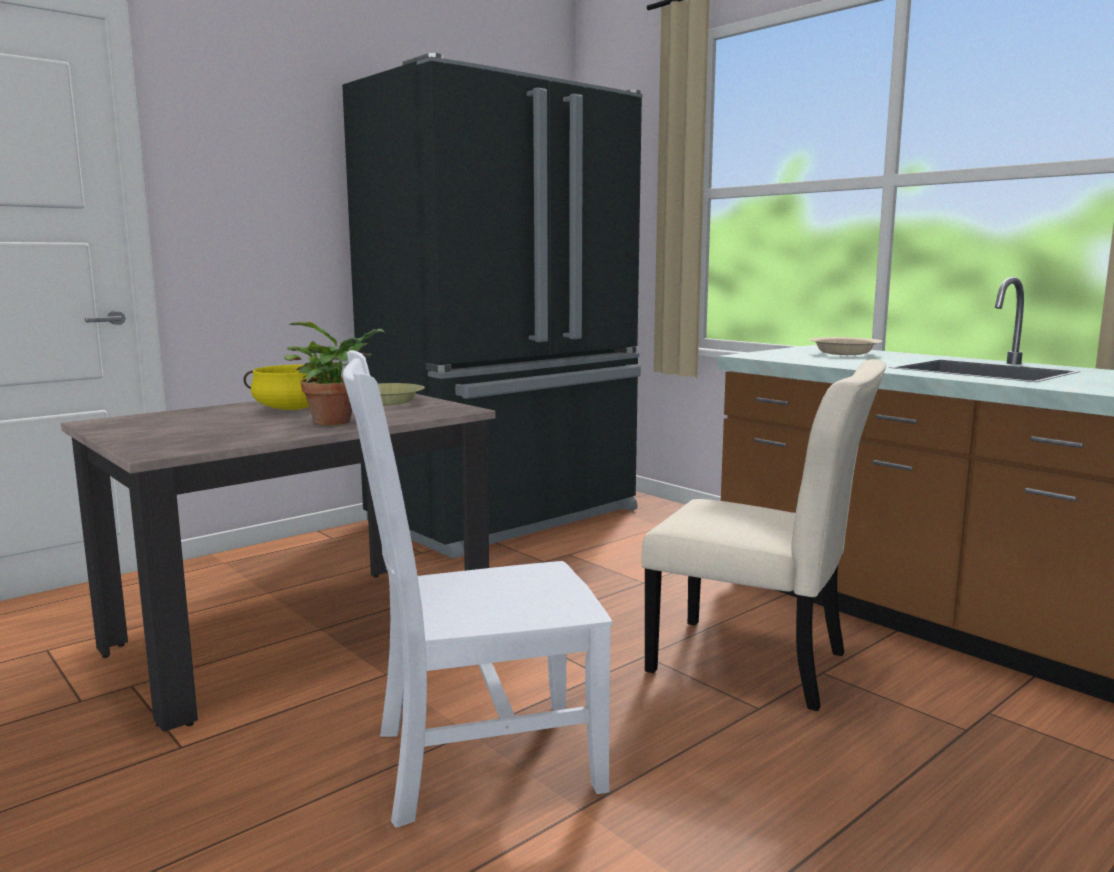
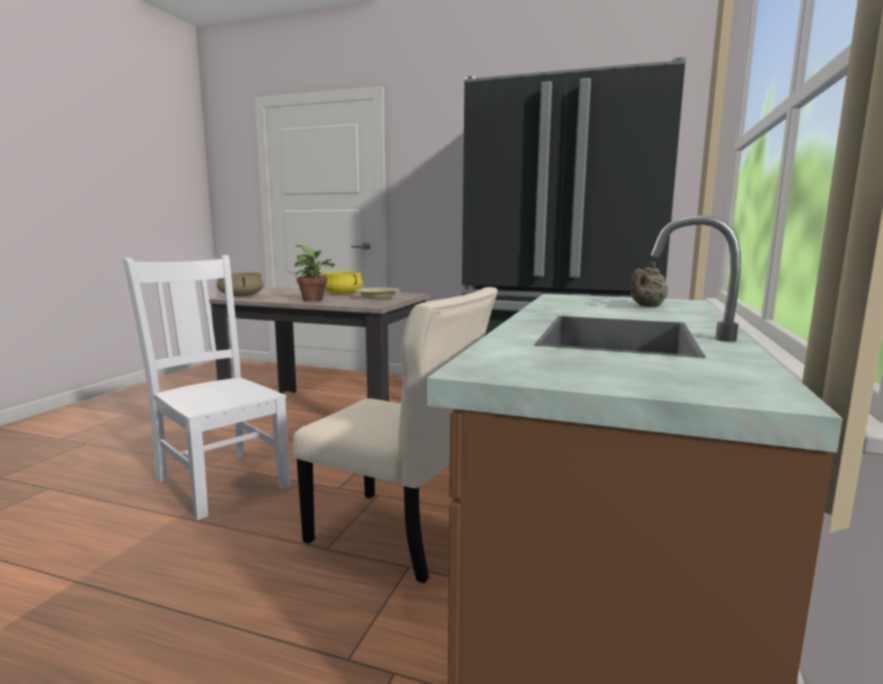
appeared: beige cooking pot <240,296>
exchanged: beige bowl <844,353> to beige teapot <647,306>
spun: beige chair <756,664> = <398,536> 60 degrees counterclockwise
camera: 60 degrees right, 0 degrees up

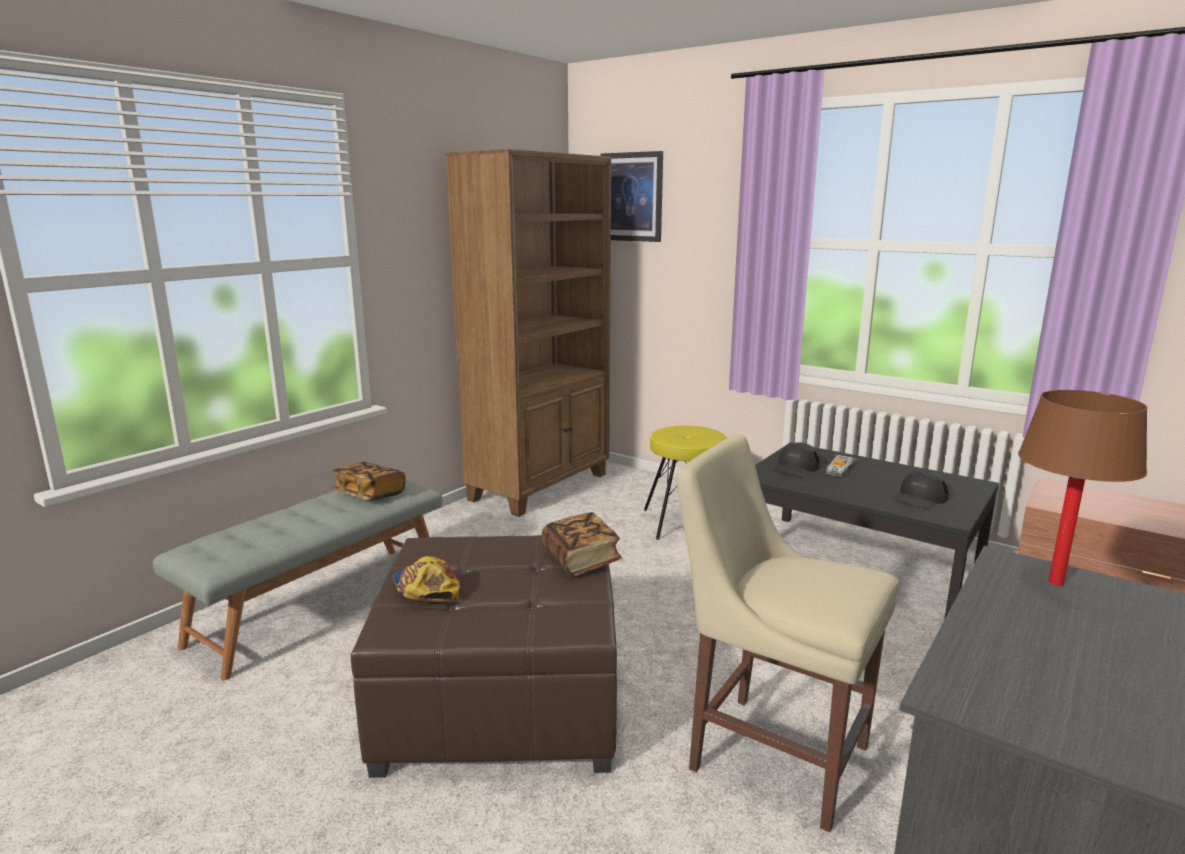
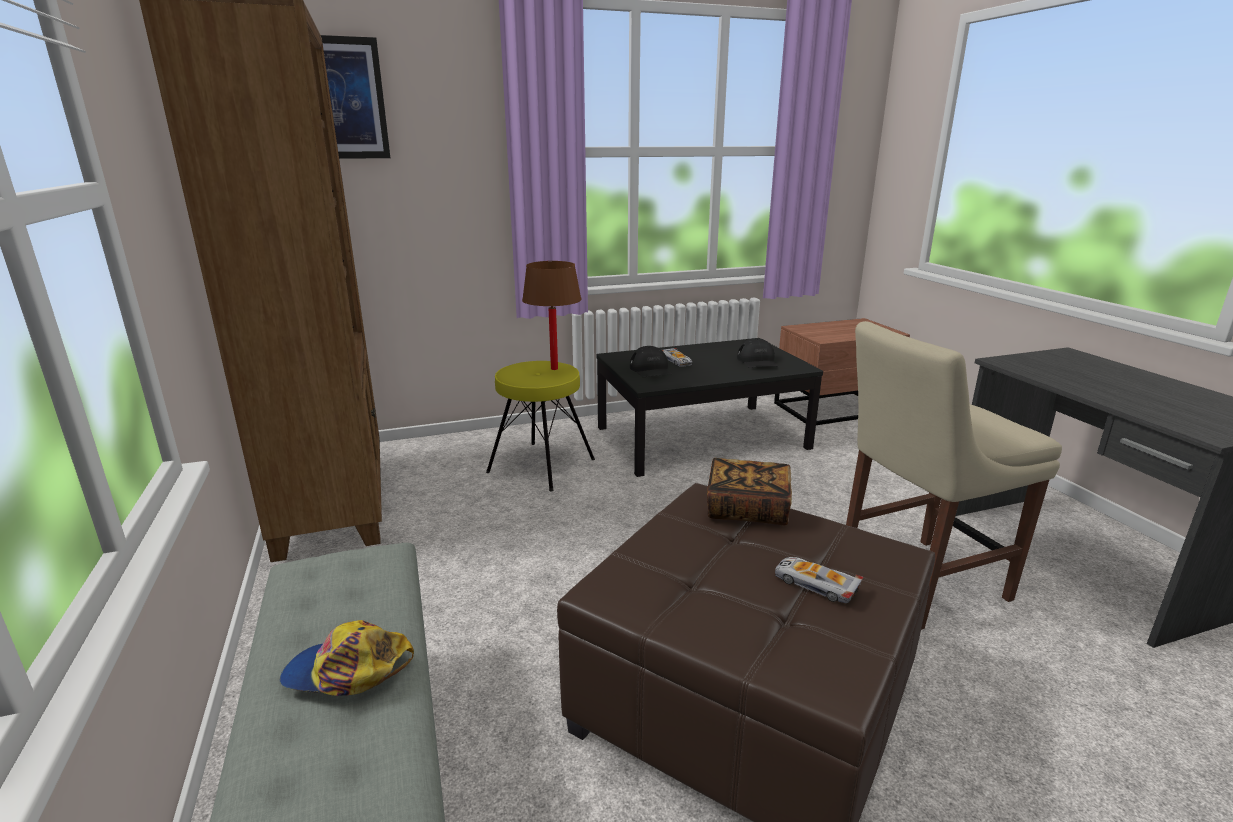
missing: book <370,494>
appeared: toy car <815,584>
relocated: cap <426,589> to <347,672>; brown table lamp <1056,582> to <554,369>
camera: 55 degrees left, 5 degrees up

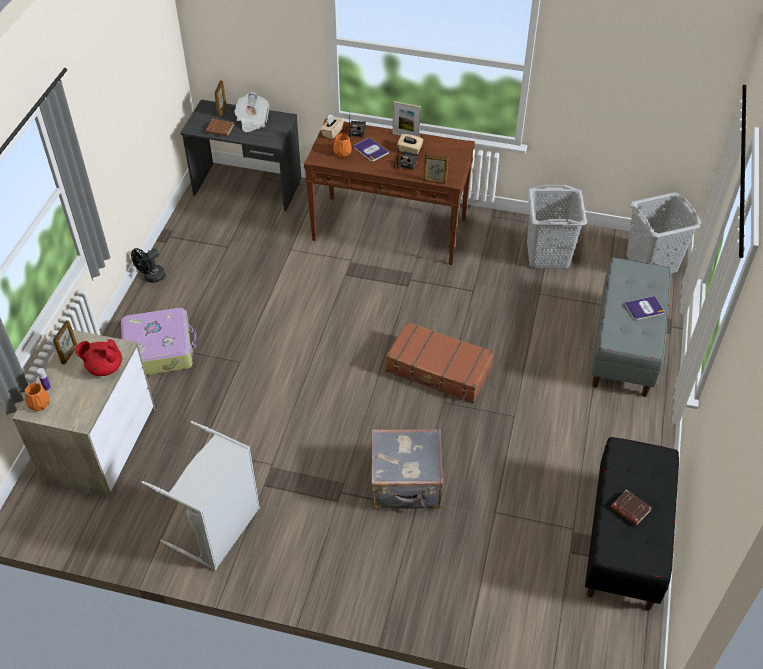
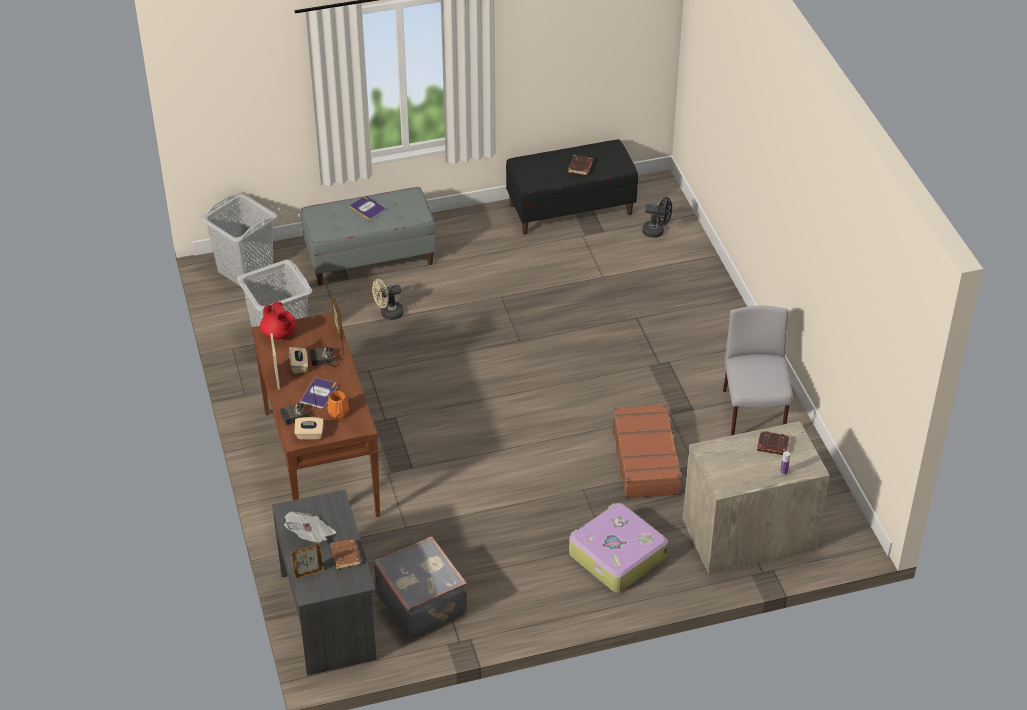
missing: orange vase <39,403>; picture frame <70,354>
appeared: beige fan <388,314>; brown book <772,446>
relocated: red teapot <104,367> to <279,334>; black fan <151,277> to <657,231>; grey suitcase <406,485> to <423,604>; brown suitcase <438,370> to <646,459>
exchanged: grey laundry basket <219,530> to grey chair <753,415>
camera: 120 degrees left, 5 degrees down

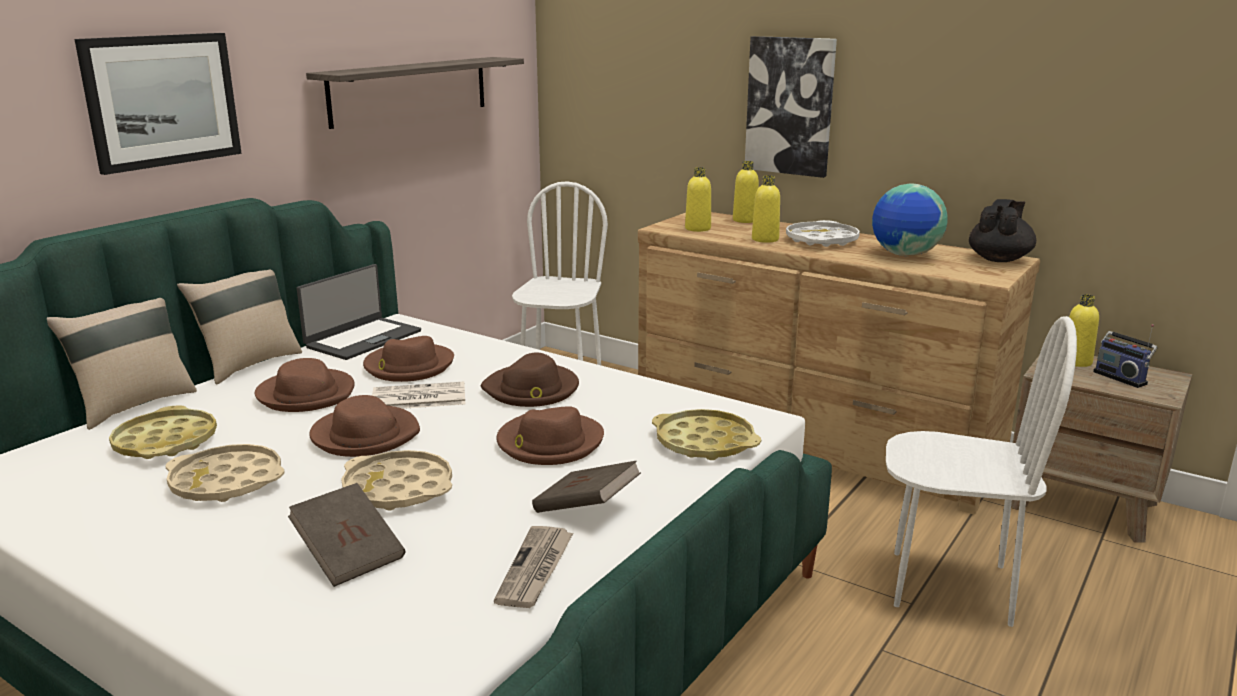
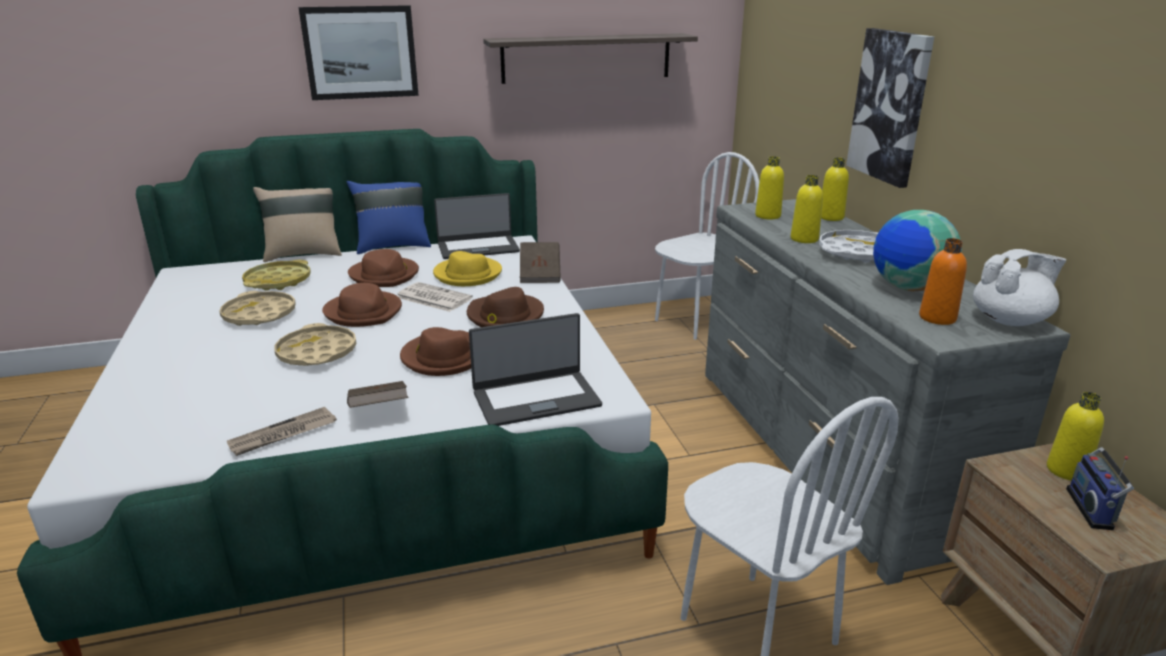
appeared: orange bottle <937,318>
relocated: brown book <349,555> to <540,274>
exchanged: yellow tray <704,443> to laptop <536,398>
colour: beige pillow <249,364> to blue pillow <393,246>; brown hat <408,366> to yellow hat <467,274>; brown dresser <812,442> to grey dresser <825,451>; black teapot <999,259> to white teapot <1010,320>
camera: 40 degrees right, 5 degrees up

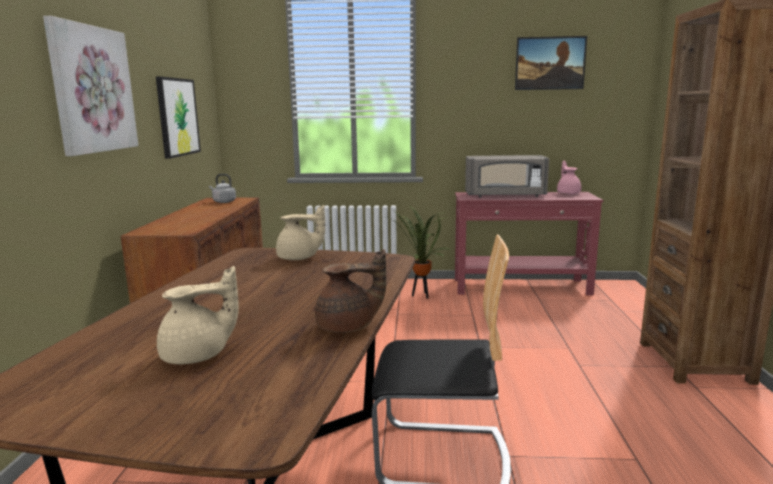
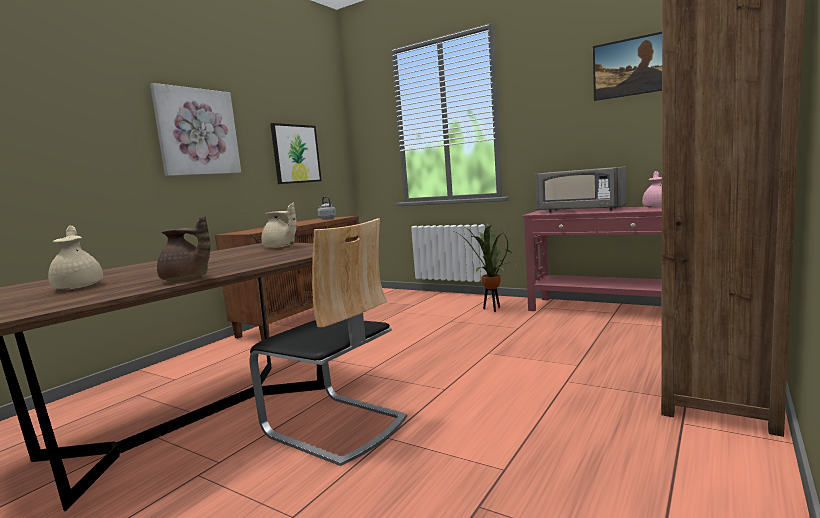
spun: beige teapot <198,356> = <80,286> 120 degrees counterclockwise
camera: 30 degrees right, 5 degrees down

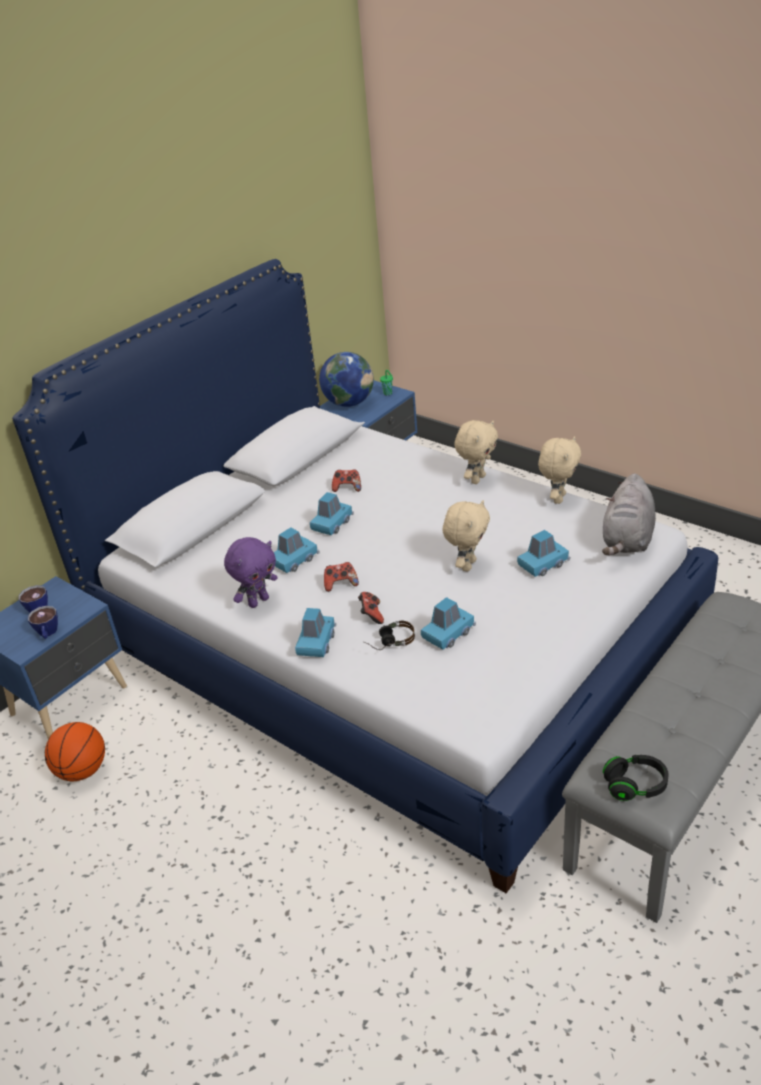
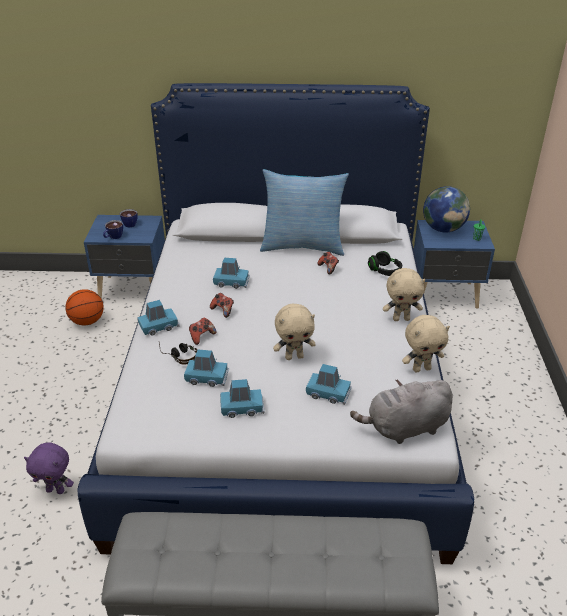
appeared: pillow <302,246>
relocated: purple plush toy <258,601> to <56,490>; blue toy car <332,524> to <242,407>; black headphones <635,786> to <384,271>
camera: 50 degrees right, 0 degrees up

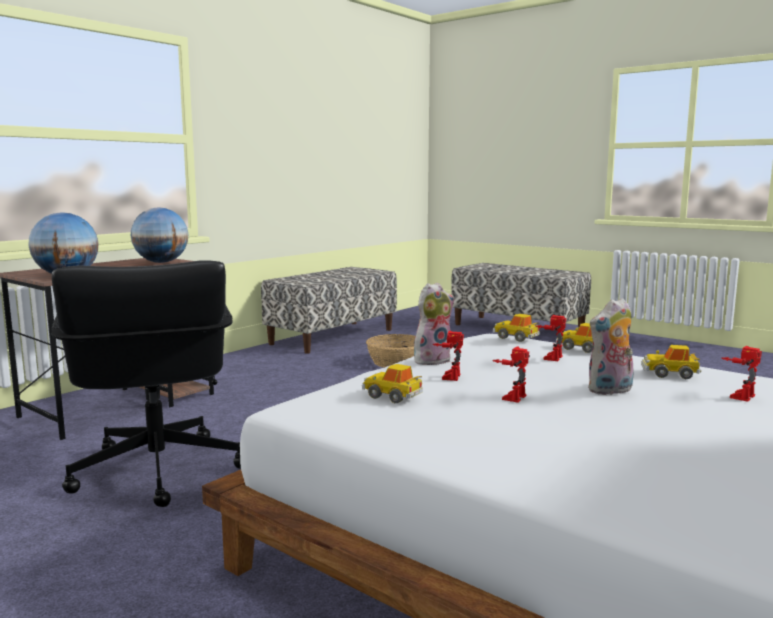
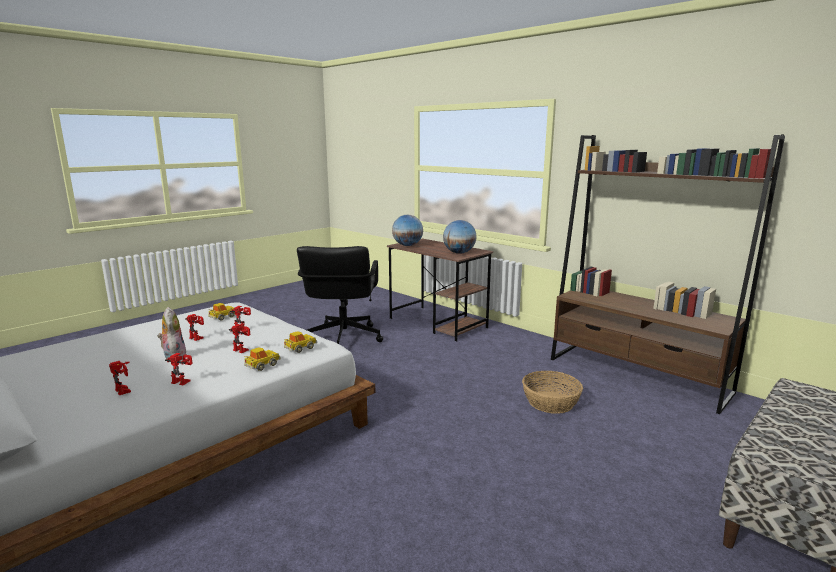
missing: plush toy <432,360>
exchanged: bench <332,336> to brown bookcase <637,375>; toy car <670,374> to toy robot <183,381>
spun: black office chair <156,471> = <343,338> 75 degrees counterclockwise
camera: 95 degrees right, 5 degrees up

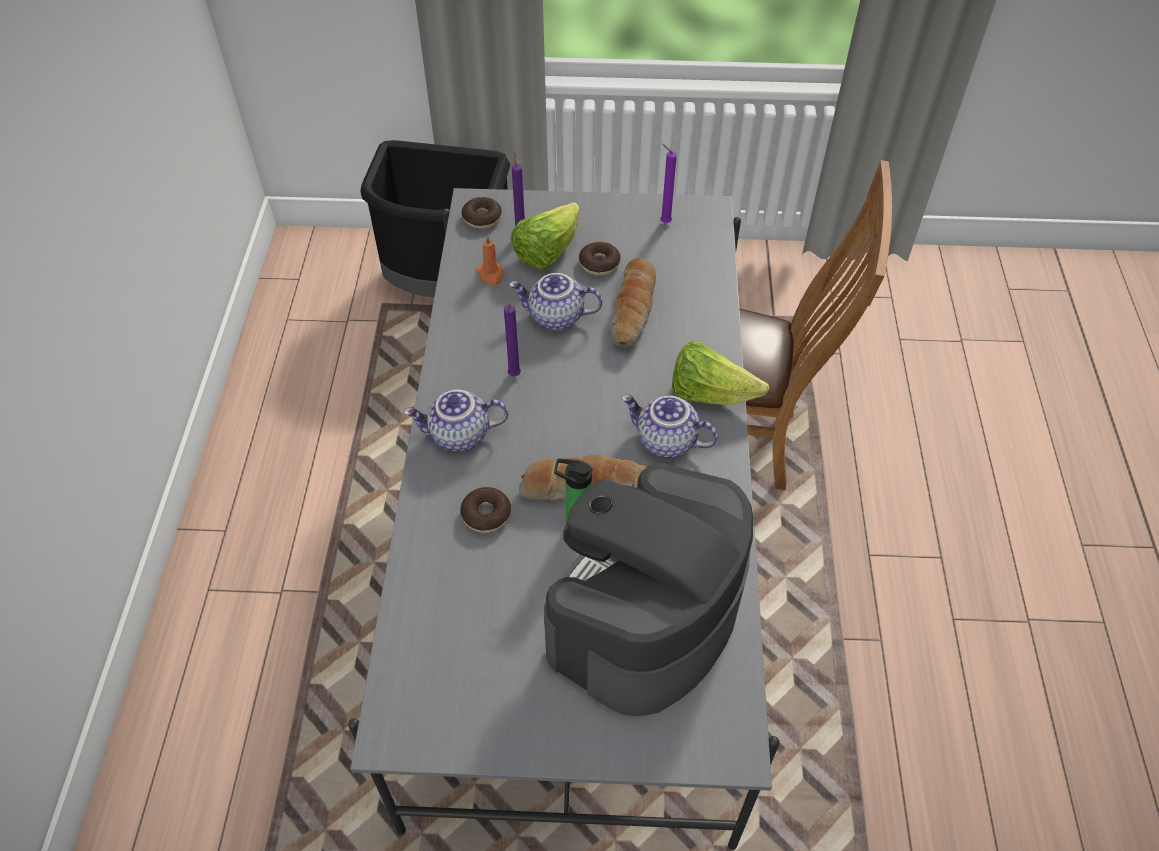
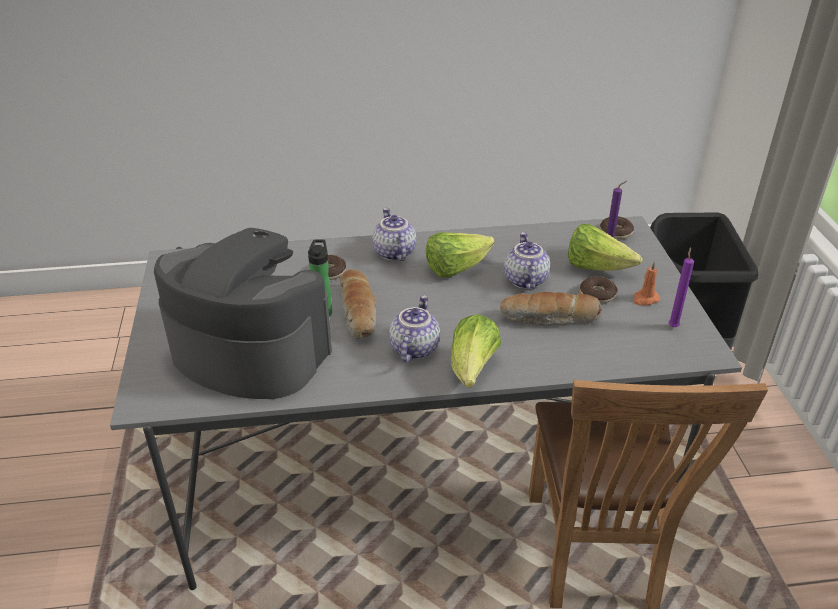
relocated: orange candle <491,274> to <645,299>
exchanged: purple candle <515,376> to lettuce <456,268>
camera: 80 degrees right, 15 degrees down

